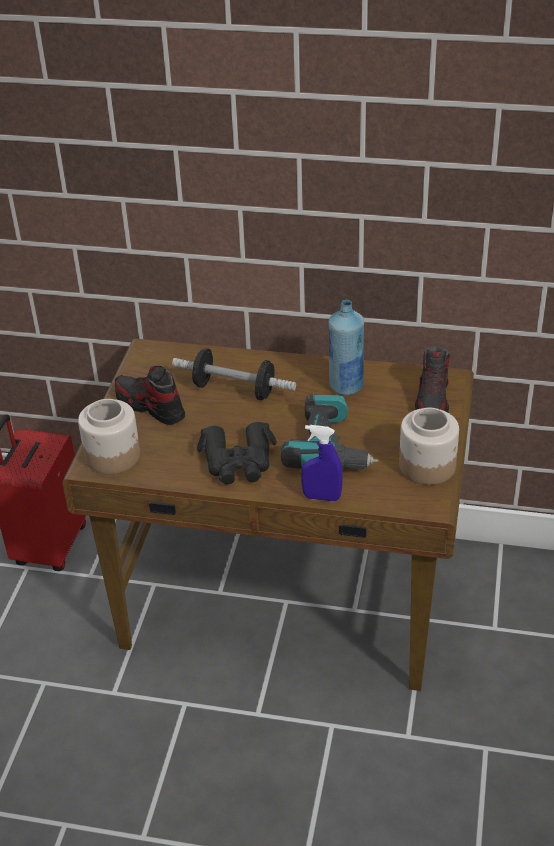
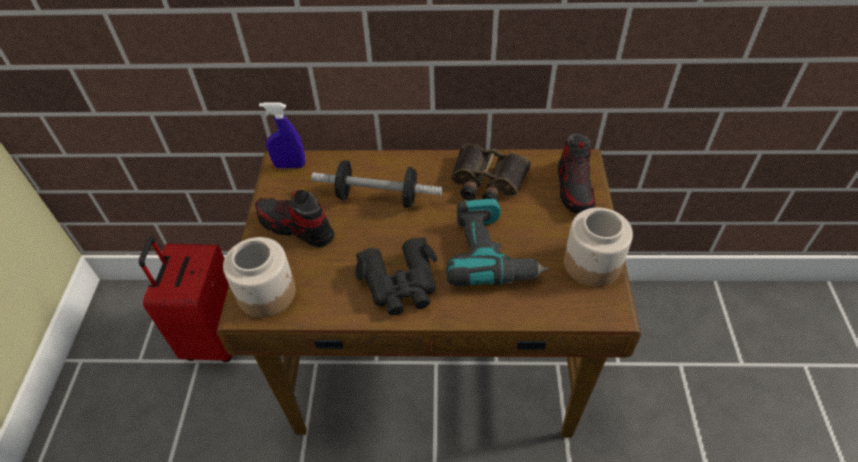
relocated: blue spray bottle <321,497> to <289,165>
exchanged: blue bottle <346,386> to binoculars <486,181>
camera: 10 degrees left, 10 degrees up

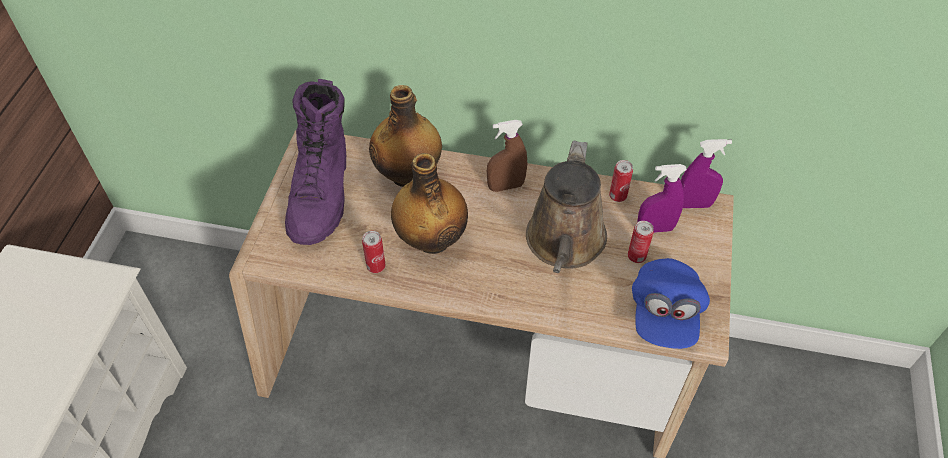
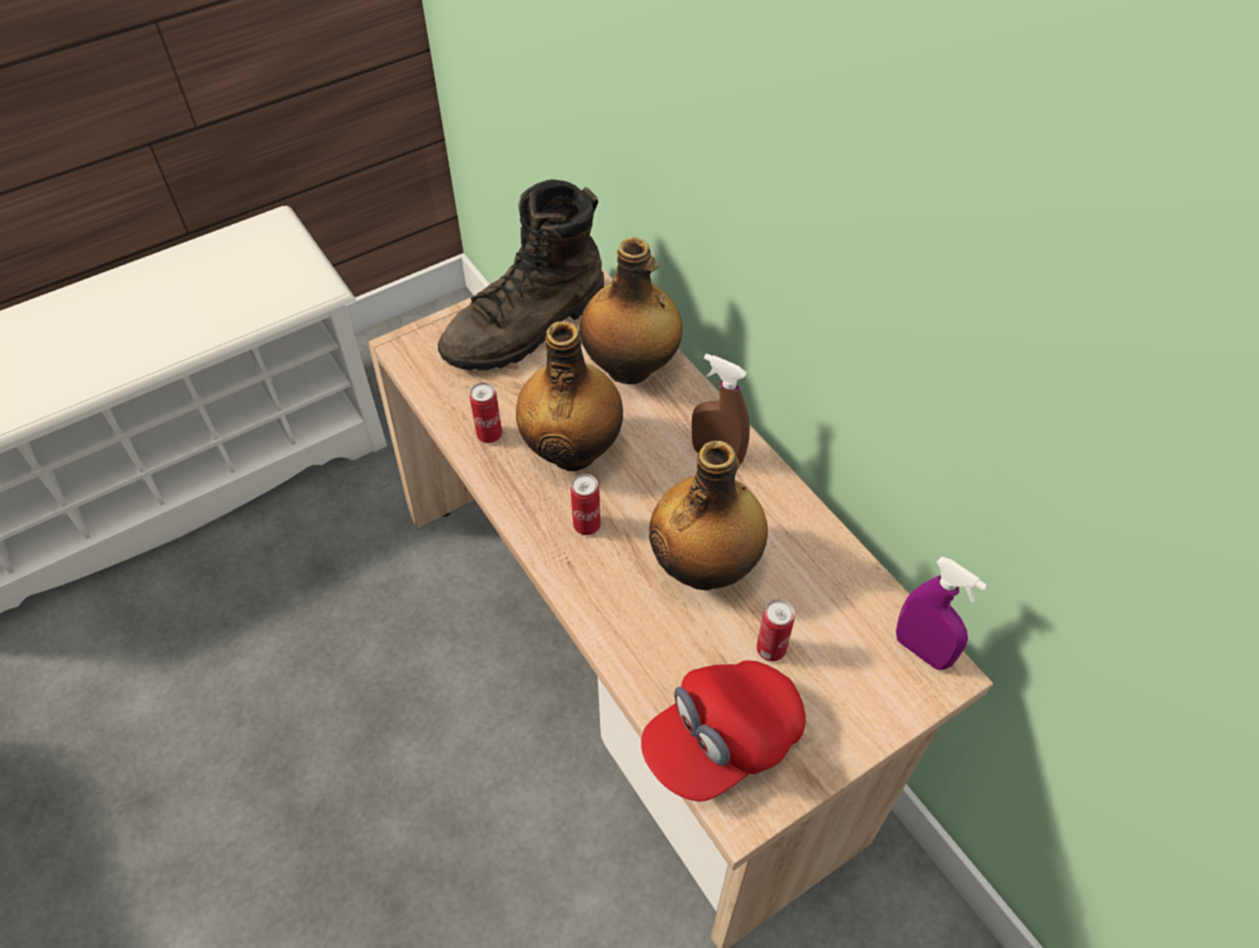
missing: purple spray bottle <655,228>
relocated: can <617,196> to <587,525>
exchanged: brown watering can <565,243> to bottle <705,567>
colour: purple boot <322,193> to brown boot <528,327>; blue cap <664,314> to red cap <722,741>
camera: 45 degrees right, 0 degrees up

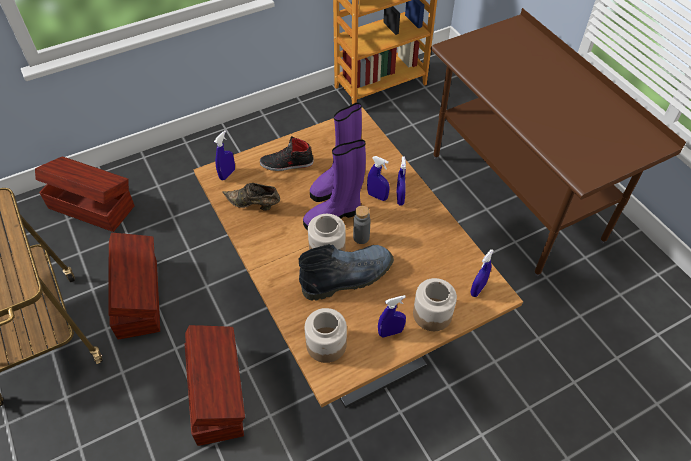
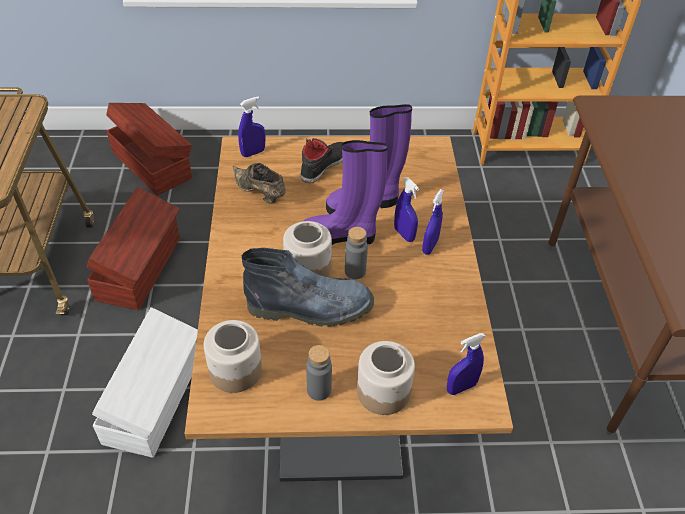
exchanged: blue spray bottle <390,332> to grey bottle <319,390>
colour: brown storage box <217,393> to white storage box <155,399>
spun: black shoe <287,164> = <323,164> 105 degrees clockwise
camera: 25 degrees right, 5 degrees down

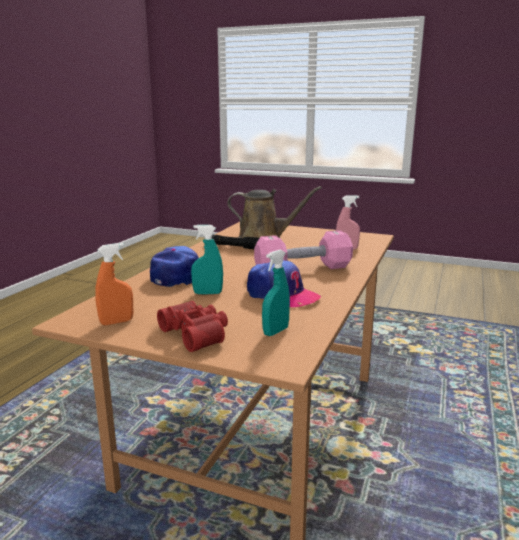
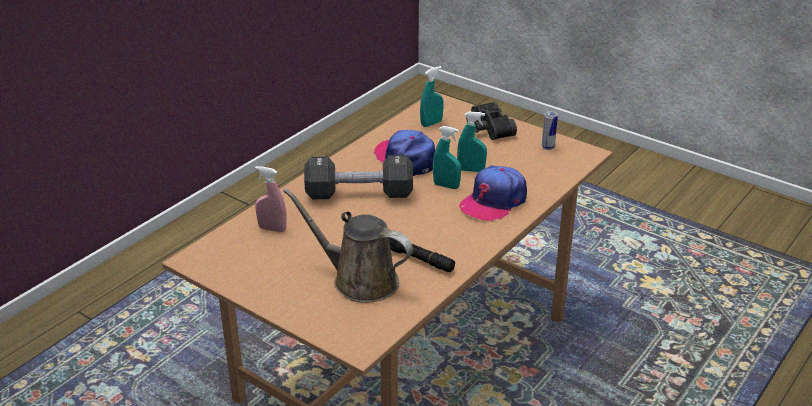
appeared: turquoise spray bottle <446,186>
exchanged: orange spray bottle <117,322> to can <548,147>
colour: red binoculars <197,334> to black binoculars <487,129>; pink dumbbell <303,269> to black dumbbell <359,194>
camera: 165 degrees left, 15 degrees up

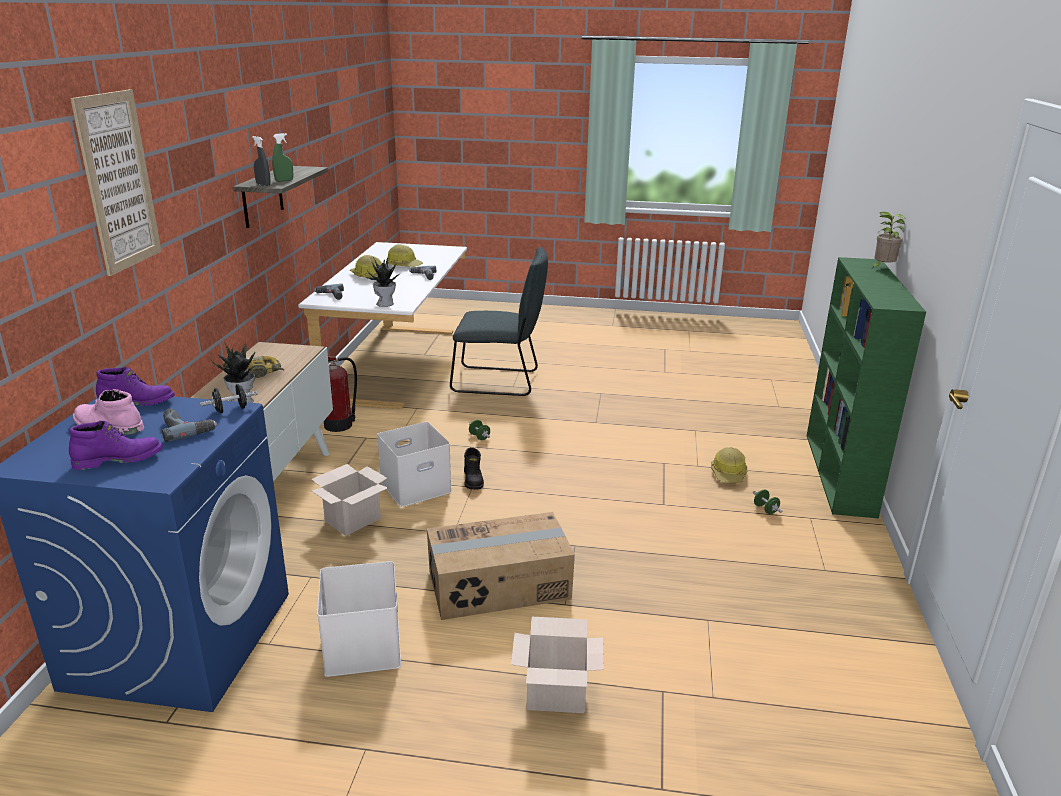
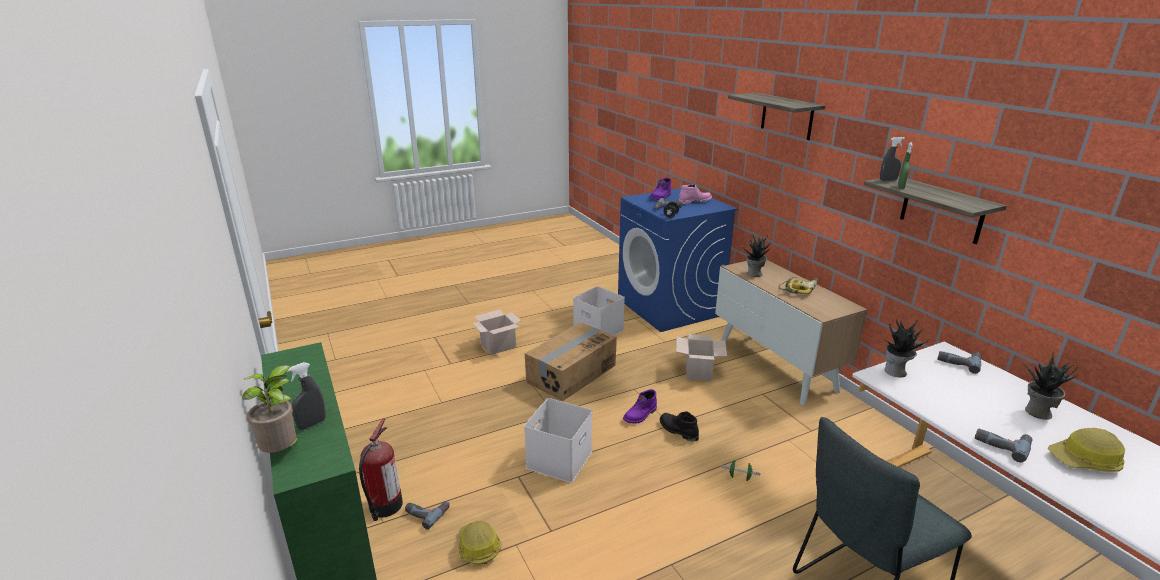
appeared: grey spray bottle <312,424>
relocated: purple boot <138,402> to <640,415>; fire extinguisher <340,424> to <384,507>; white storage box <416,486> to <560,460>
exchanged: picture <118,181> to shelf <787,116>; hard hat <367,276> to potted plant <1037,412>; green dumbbell <765,509> to power drill <427,512>
camera: 145 degrees right, 0 degrees up

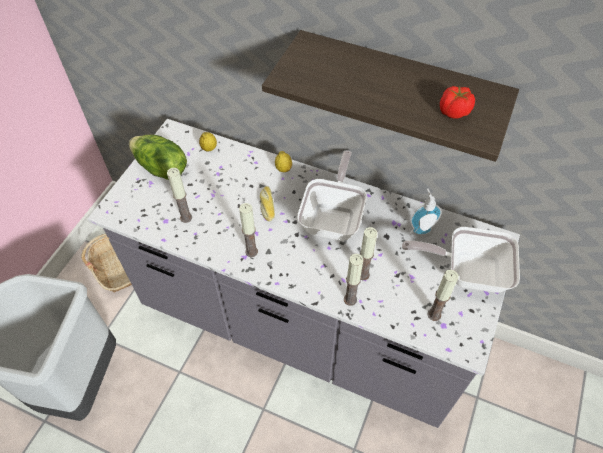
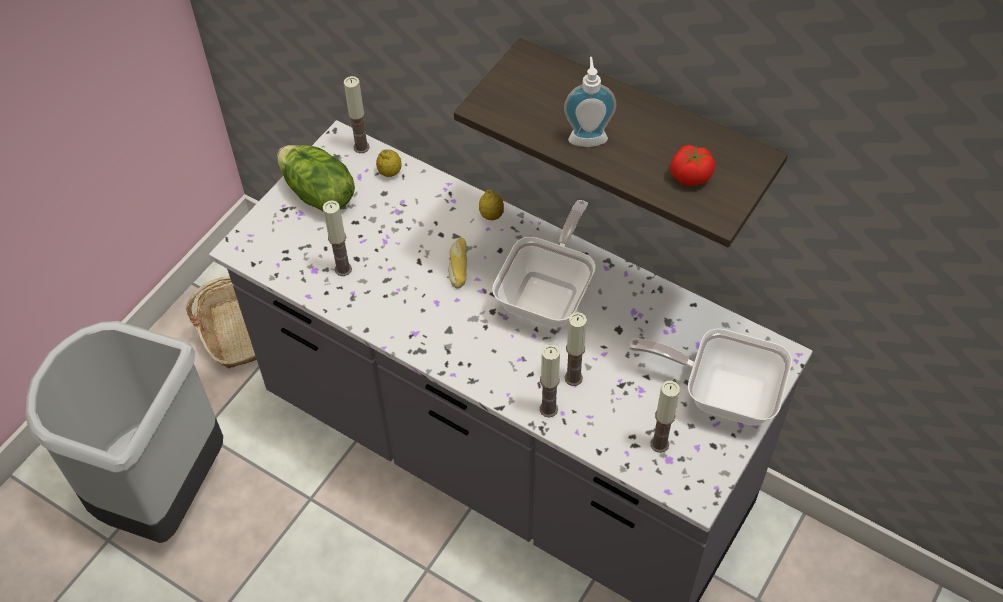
relocated: candle <251,251> to <361,147>; soap dispenser <419,231> to <587,136>
camera: 10 degrees right, 0 degrees up

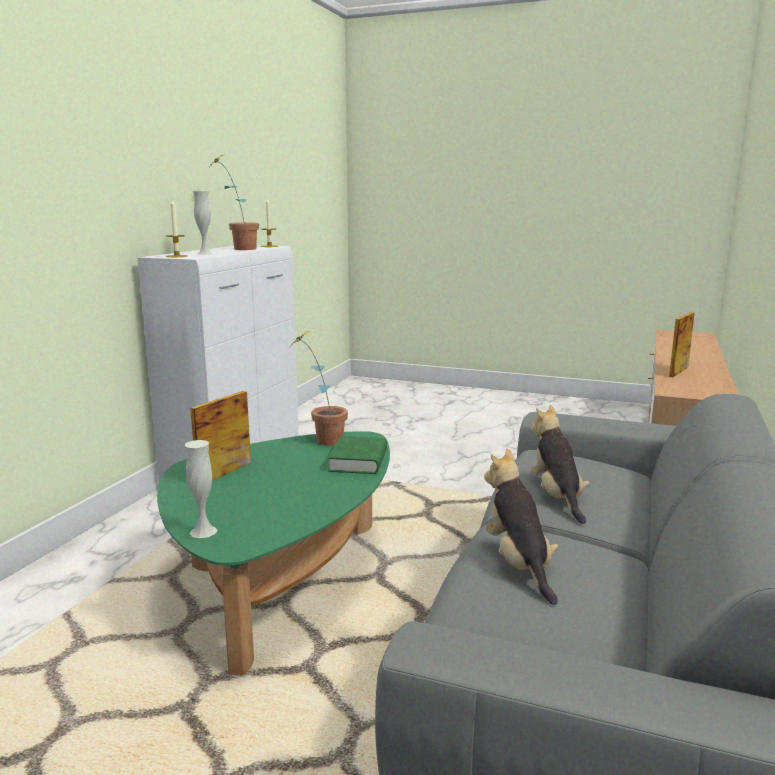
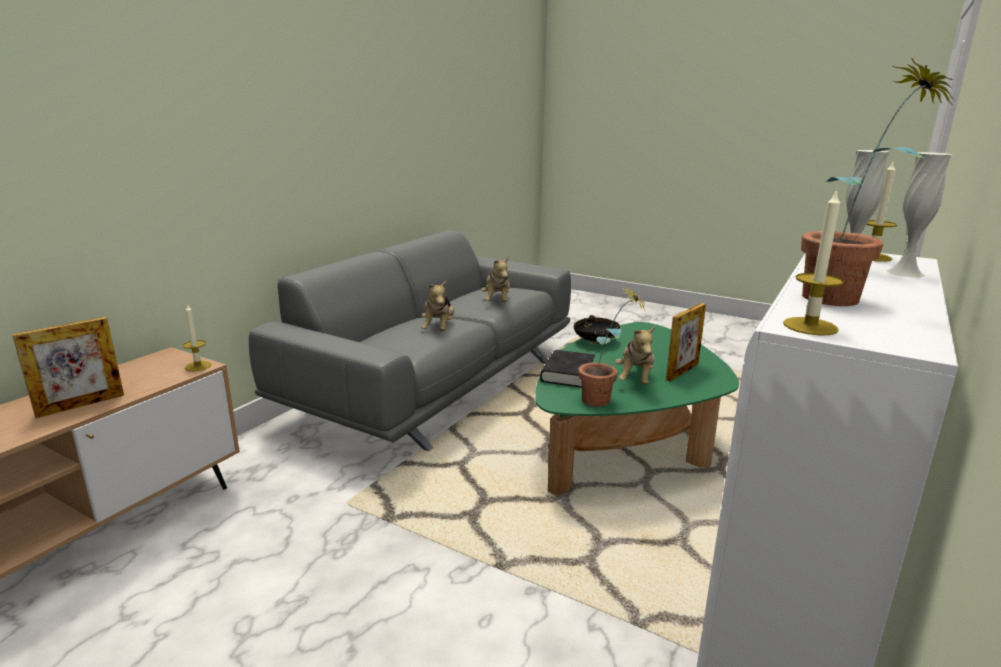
appeared: candle <198,366>; black bowl <595,341>; plush toy <635,379>
relocated: white vase <203,531> to <905,273>
colour: green book <358,461> to black book <567,374>
camera: 170 degrees left, 5 degrees up

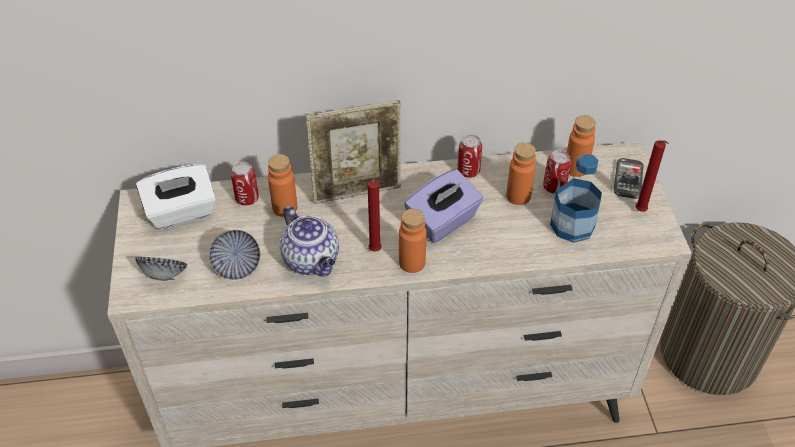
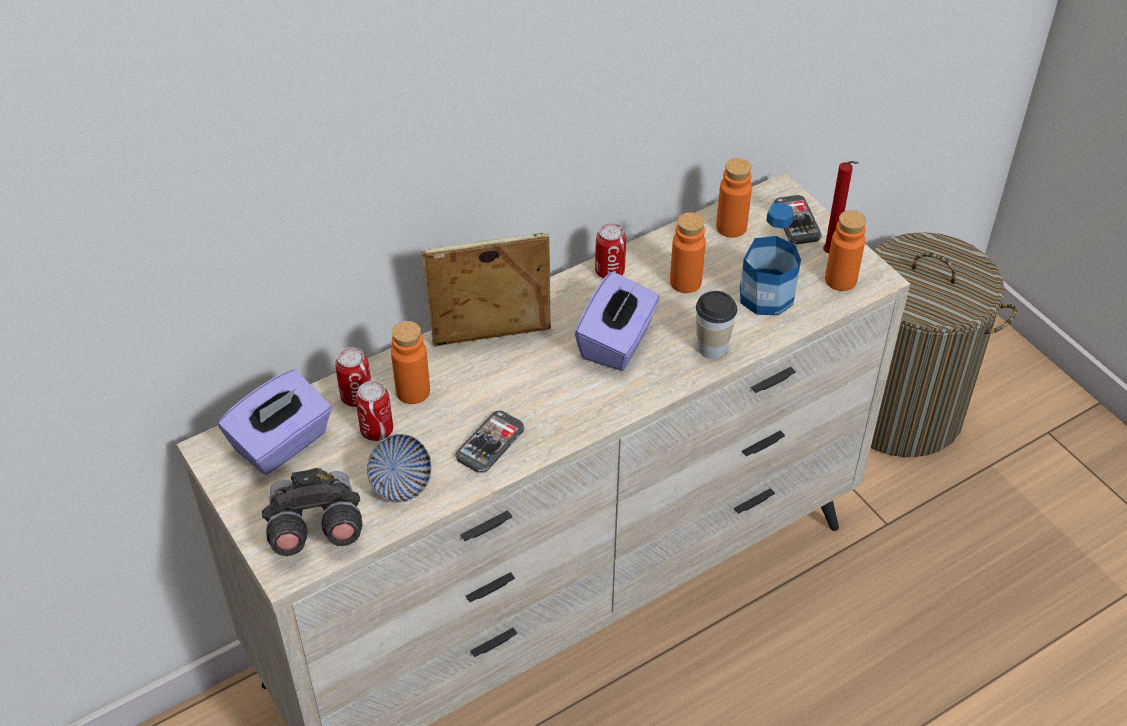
missing: red candle <376,248>
appeared: cup <712,347>
relocated: orange bottle <412,262> to <840,280>; can <554,187> to <377,430>
exchanged: bowl <165,275> to grey binoculars <314,528>; teapot <312,261> to phone <490,443>
colour: white tissue box <181,212> to purple tissue box <282,443>
spun: picture frame <357,192> = <491,341> 150 degrees counterclockwise
camera: 25 degrees left, 0 degrees up

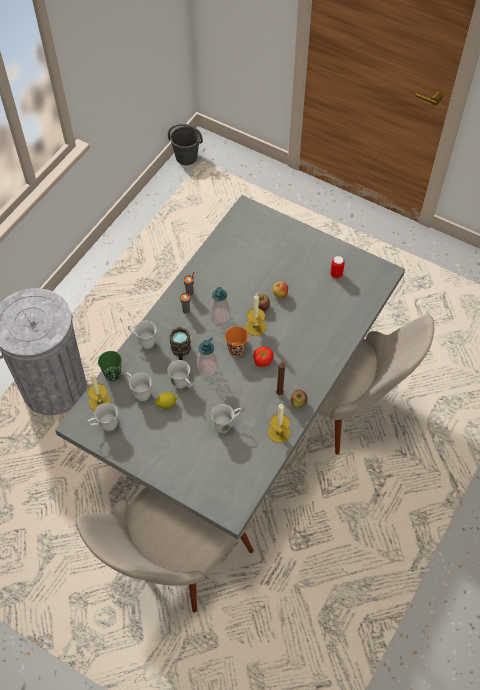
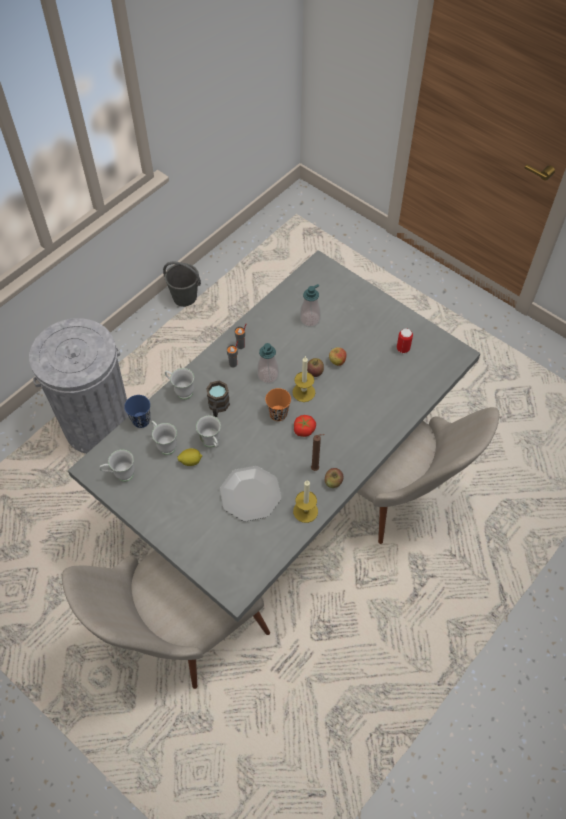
missing: candle <100,402>
relocated: grey bucket <187,157> to <185,297>; soap dispenser <207,368> to <310,319>
exchanged: white mug <227,425> to plate <250,494>
colour: green cup <113,374> to blue cup <141,420>
camera: 10 degrees right, 0 degrees up

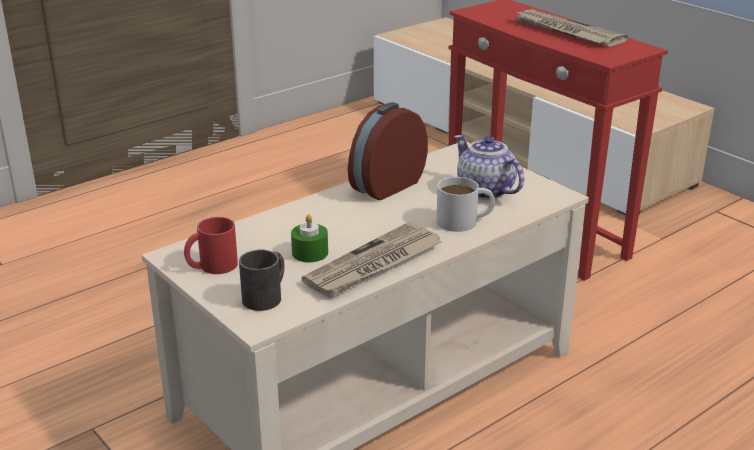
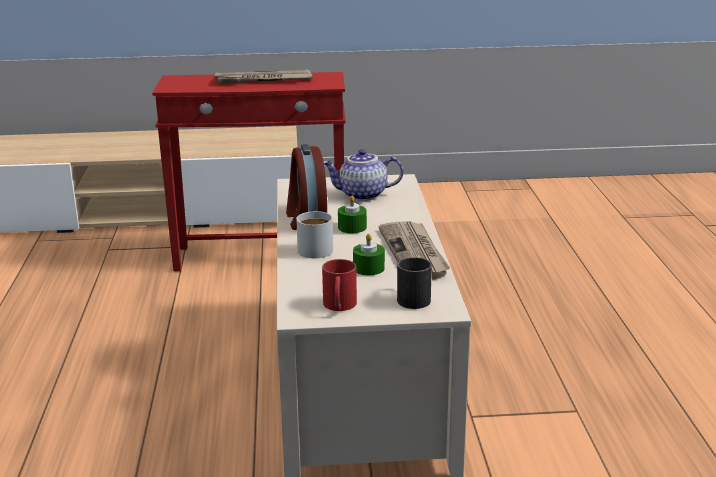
appeared: green candle <352,227>
relocated: white mug <465,221> to <319,248>
camera: 55 degrees left, 5 degrees down

